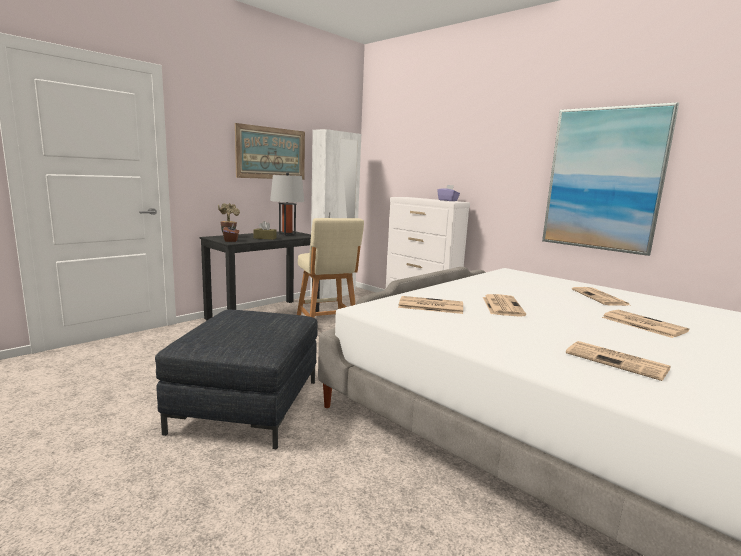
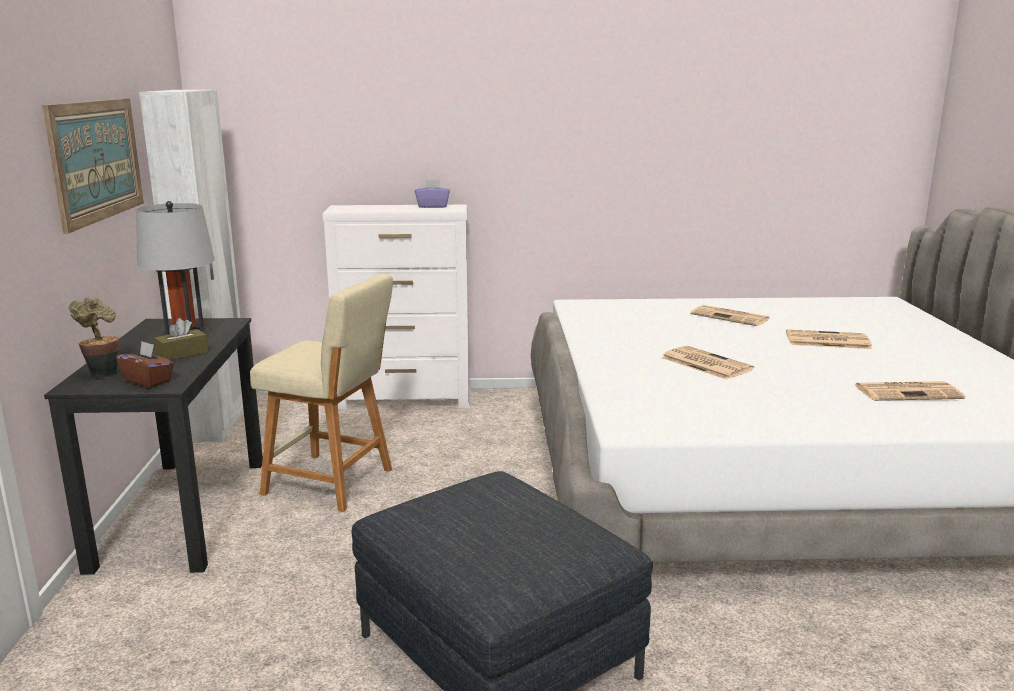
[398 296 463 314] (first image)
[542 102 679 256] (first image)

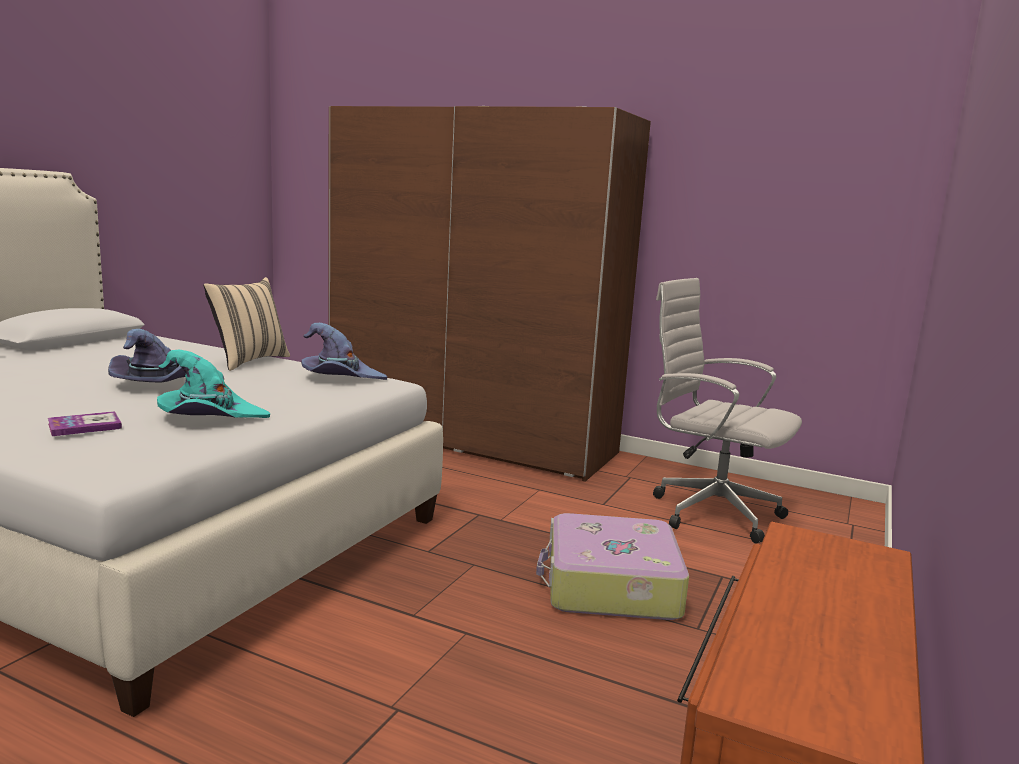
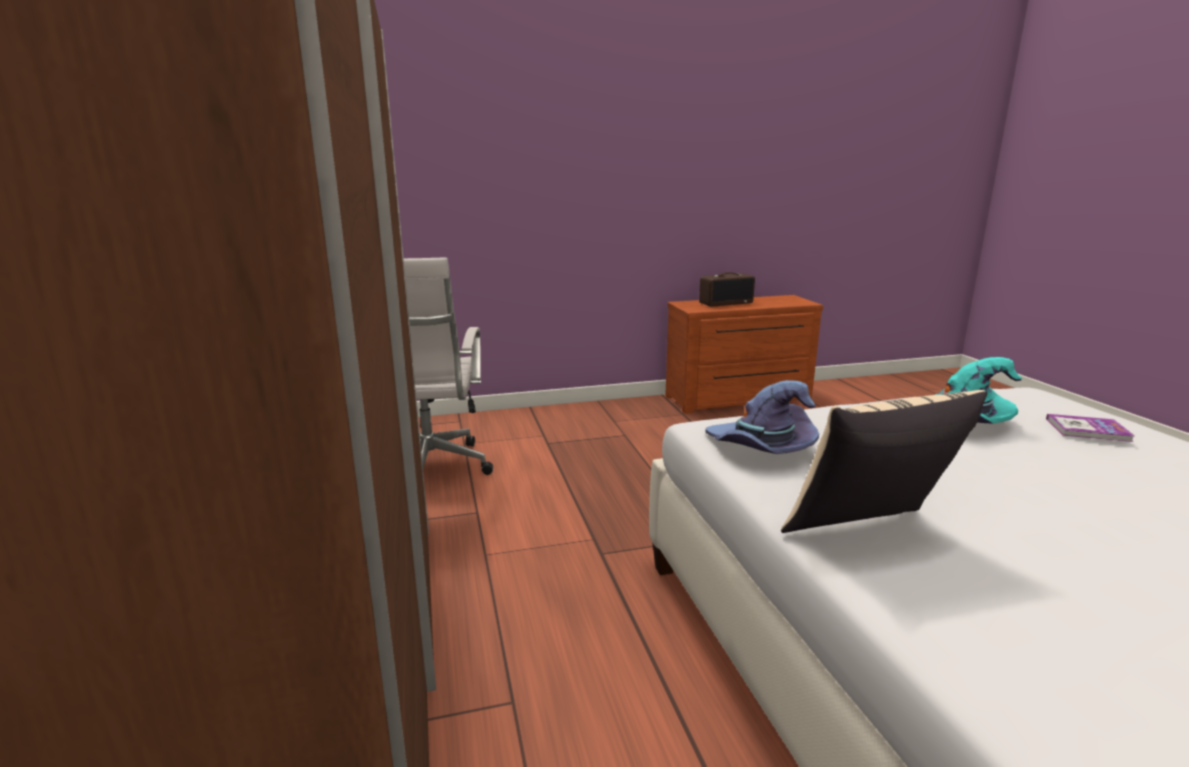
[699 272 755 307]
[108 329 186 383] (first image)
[536 513 689 620] (first image)

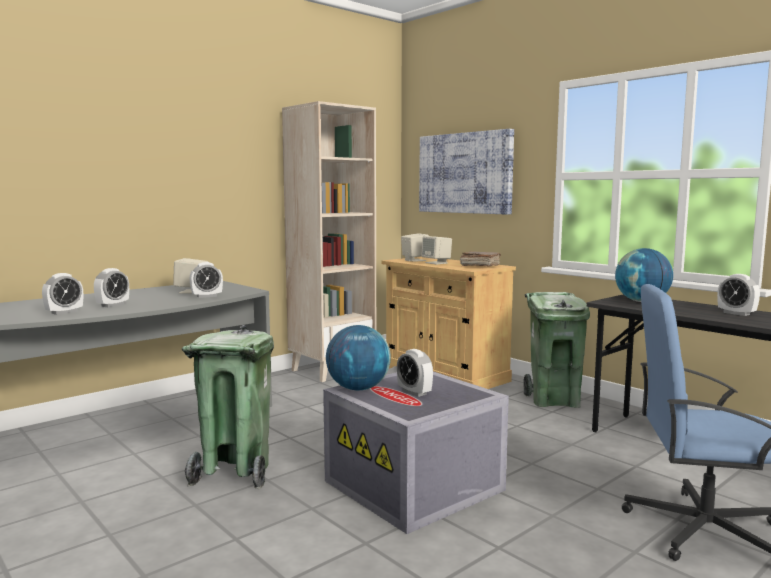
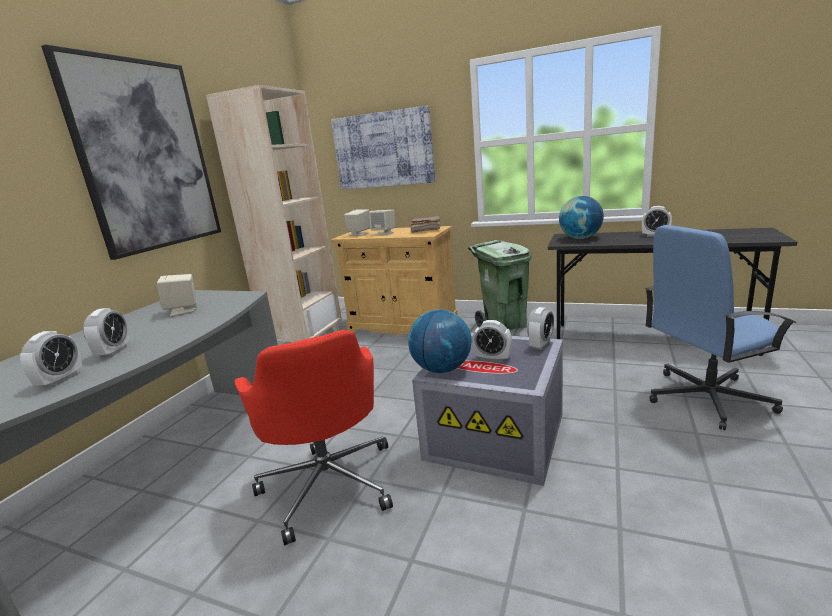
[41 44 221 260]
[235 330 393 546]
[527 307 554 350]

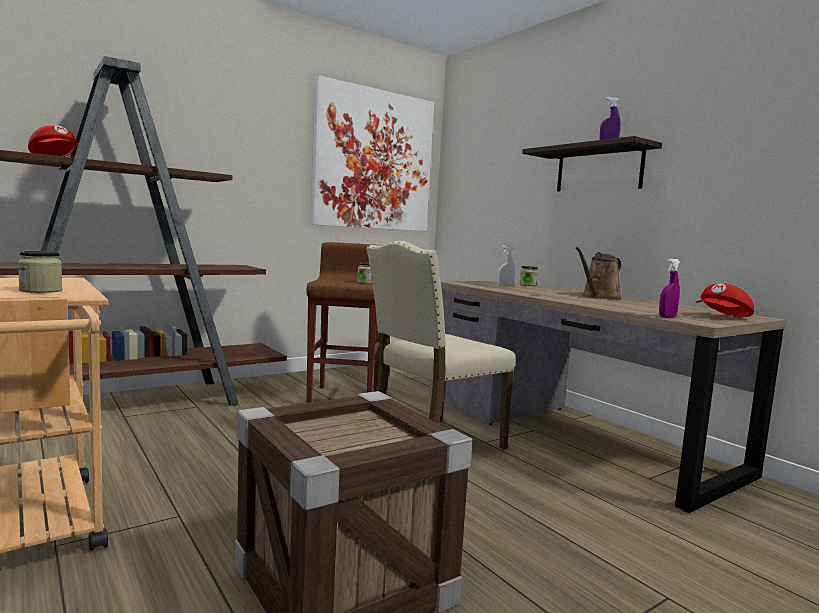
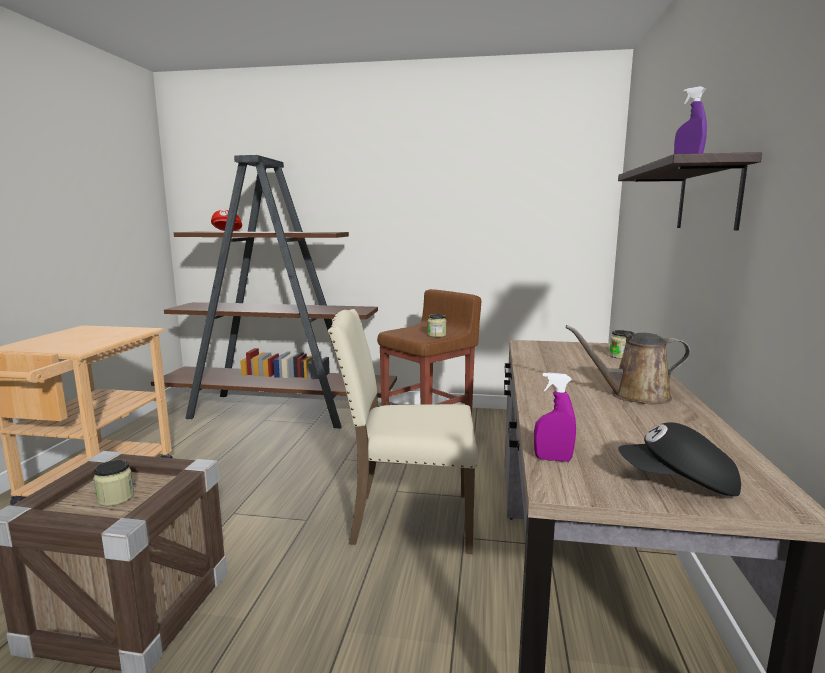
[93 460 134 506]
[618 422 741 496]
[310 75 434 231] (first image)
[498 246 515 286] (first image)

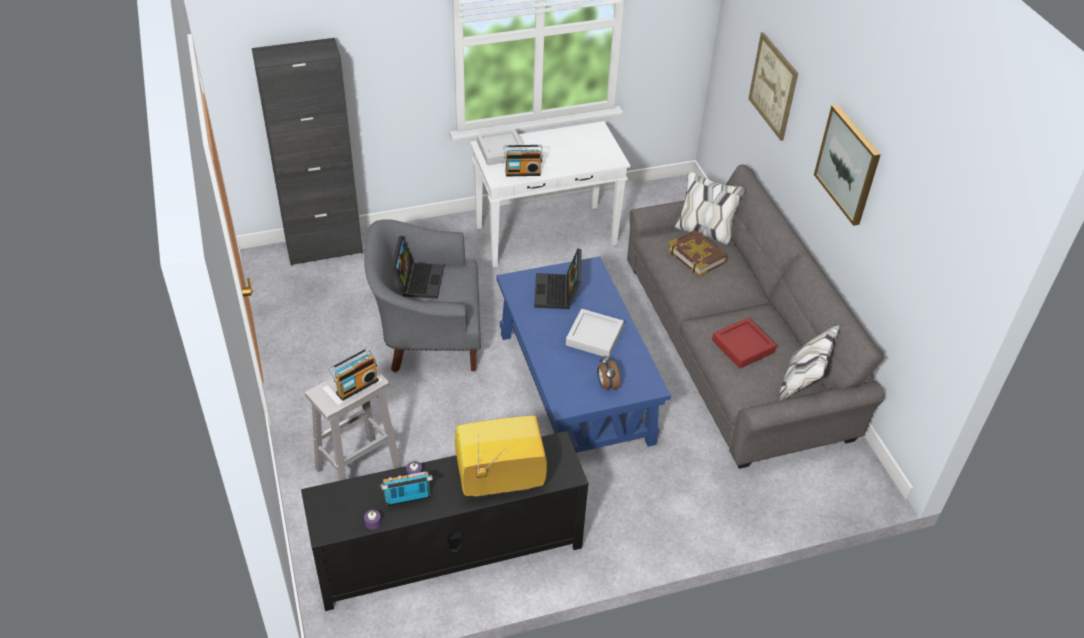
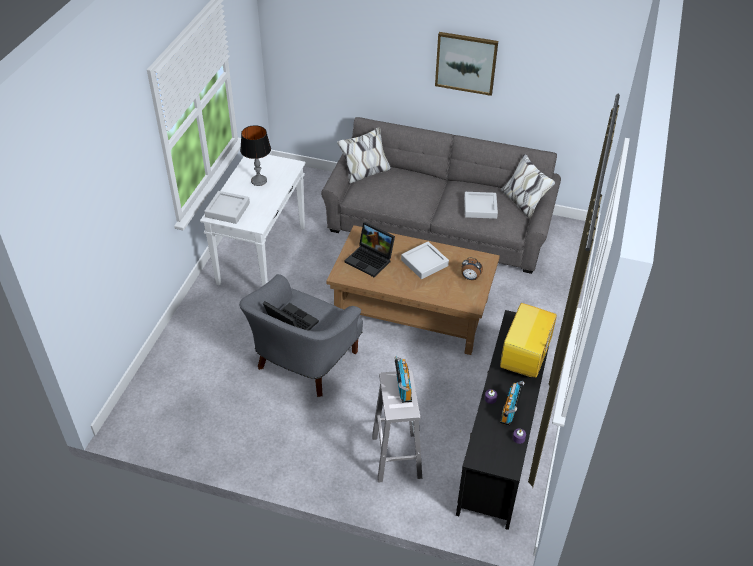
[240 125 271 186]
[326 225 500 355]
[464 192 498 219]
[252 38 363 266] (first image)
[504 145 543 176] (first image)
[668 230 728 277] (first image)
[748 32 798 141] (first image)

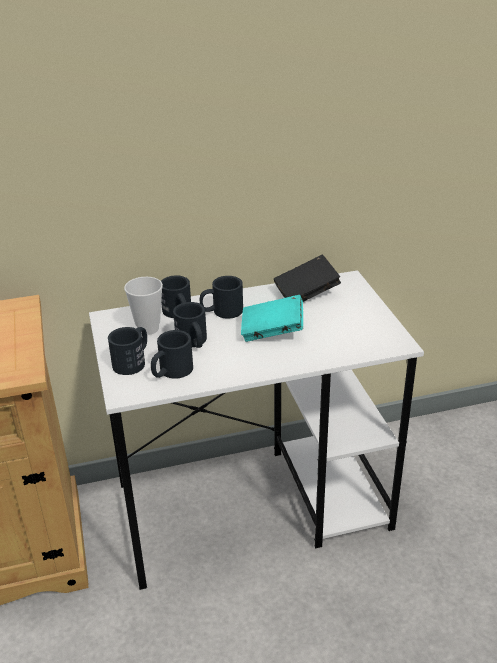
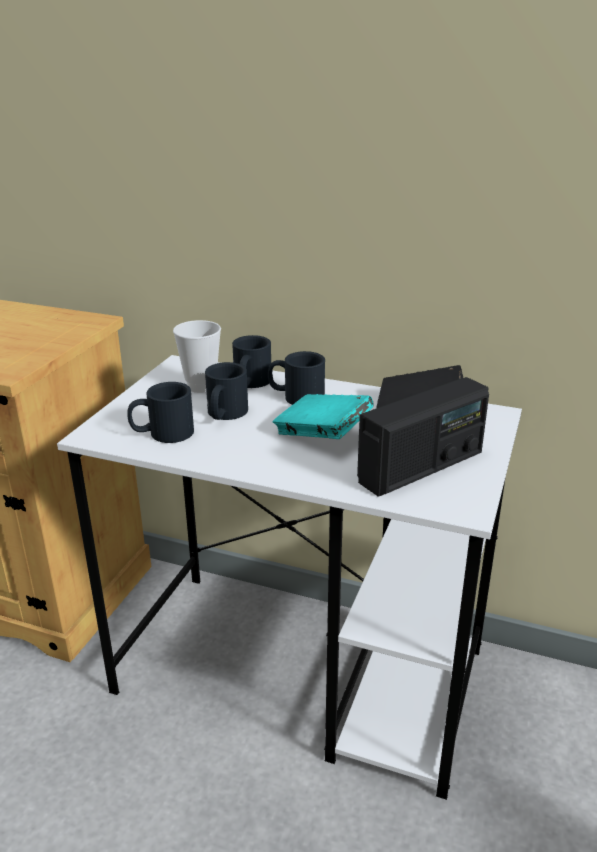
[357 377 489 497]
[108 327 147 375] (first image)

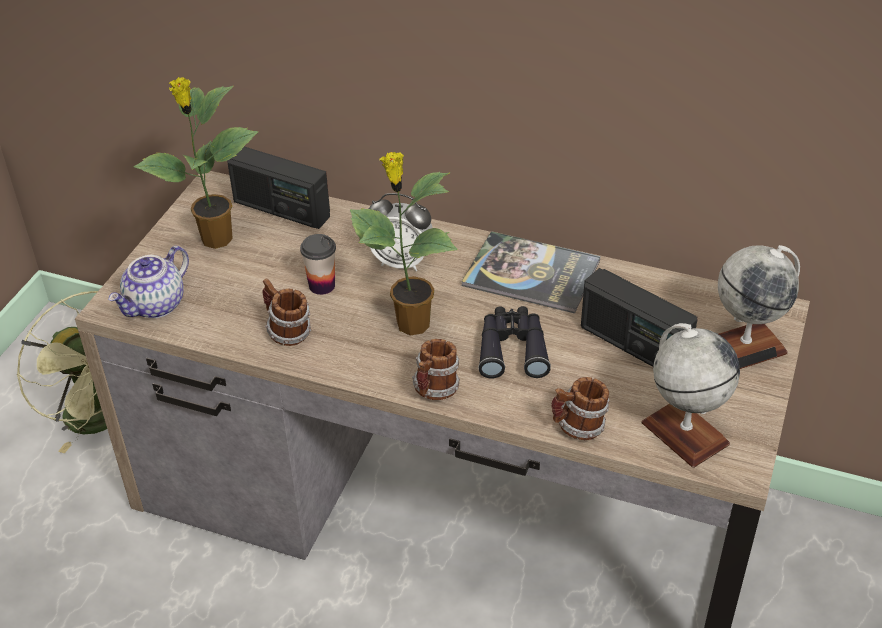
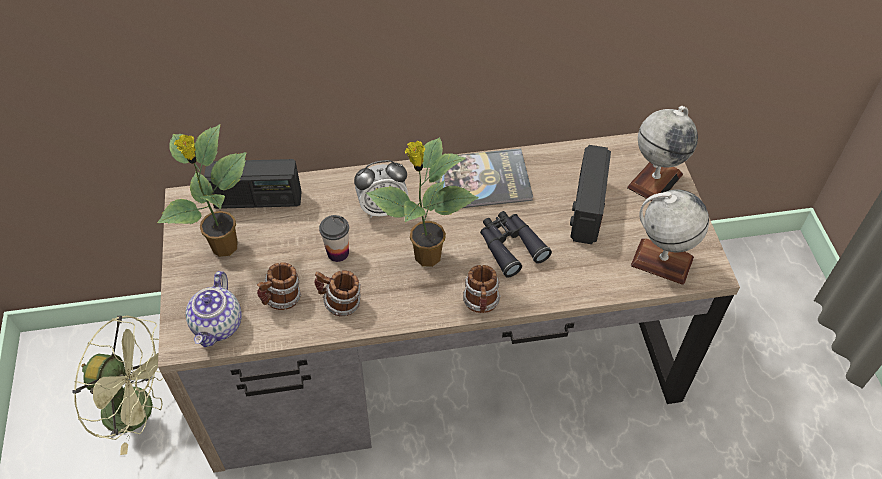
[257 262 301 310]
[570 145 611 244]

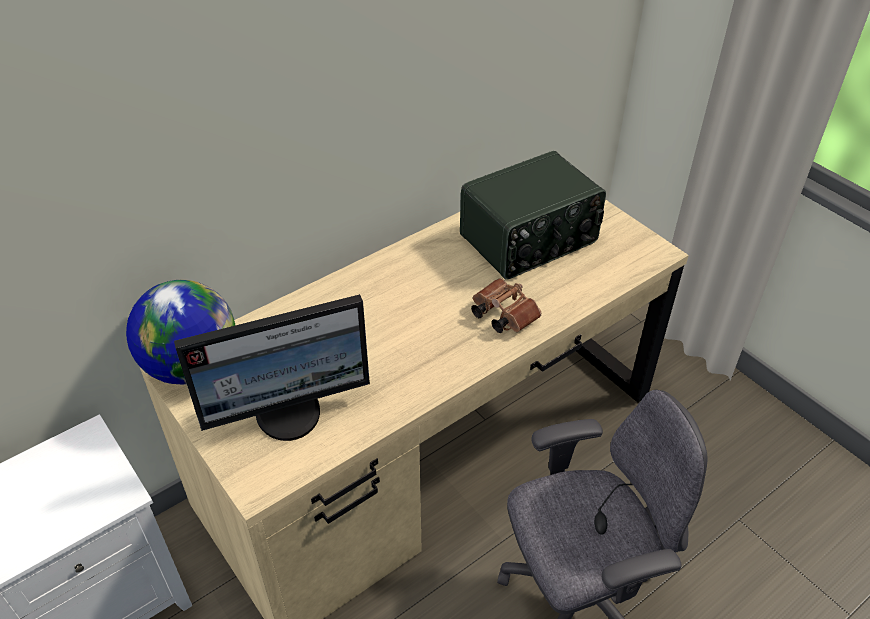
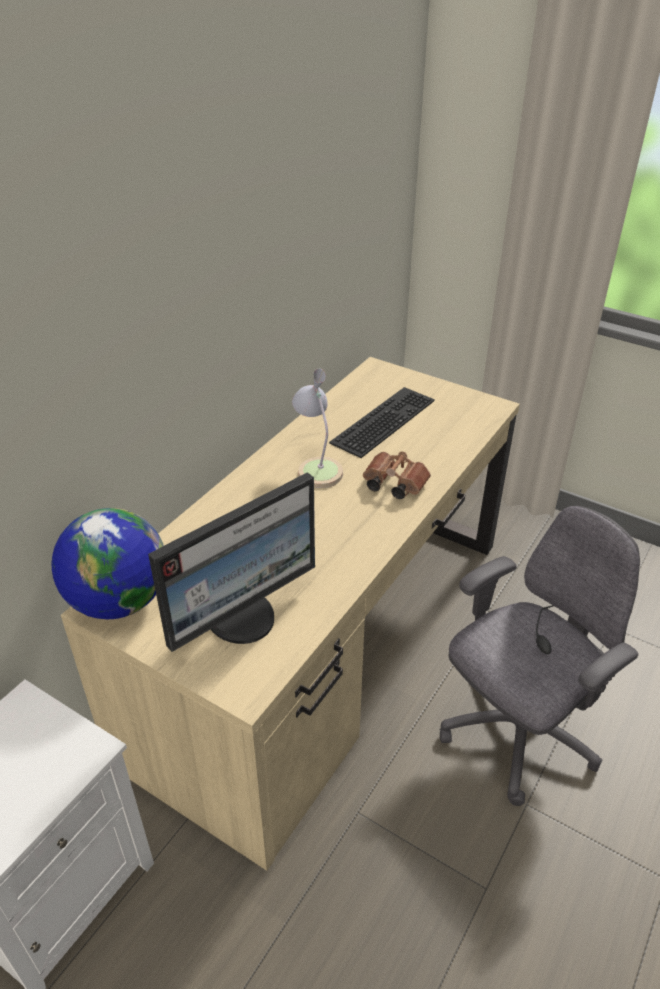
[292 369 343 488]
[329 387 435 458]

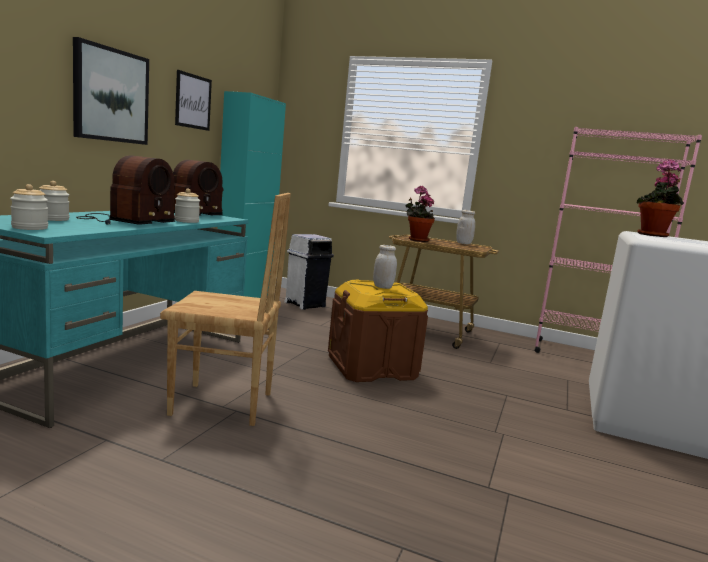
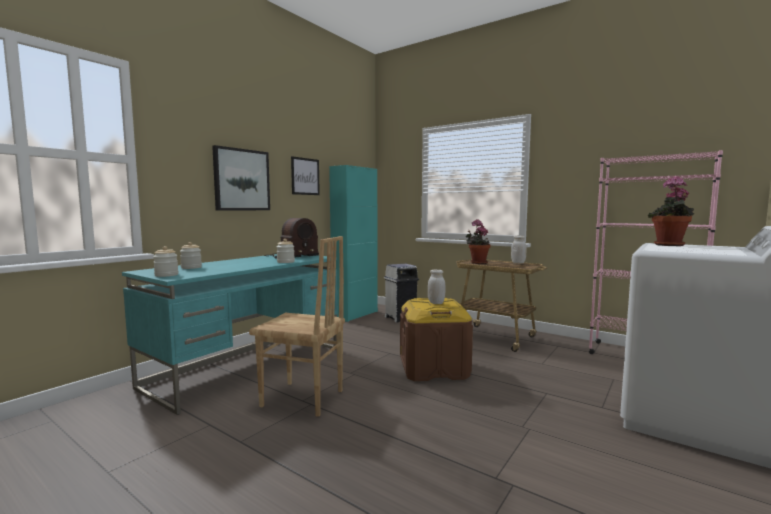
[76 155 175 225] (first image)

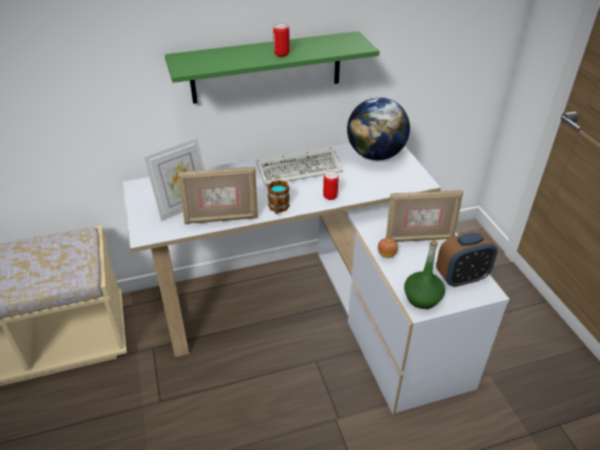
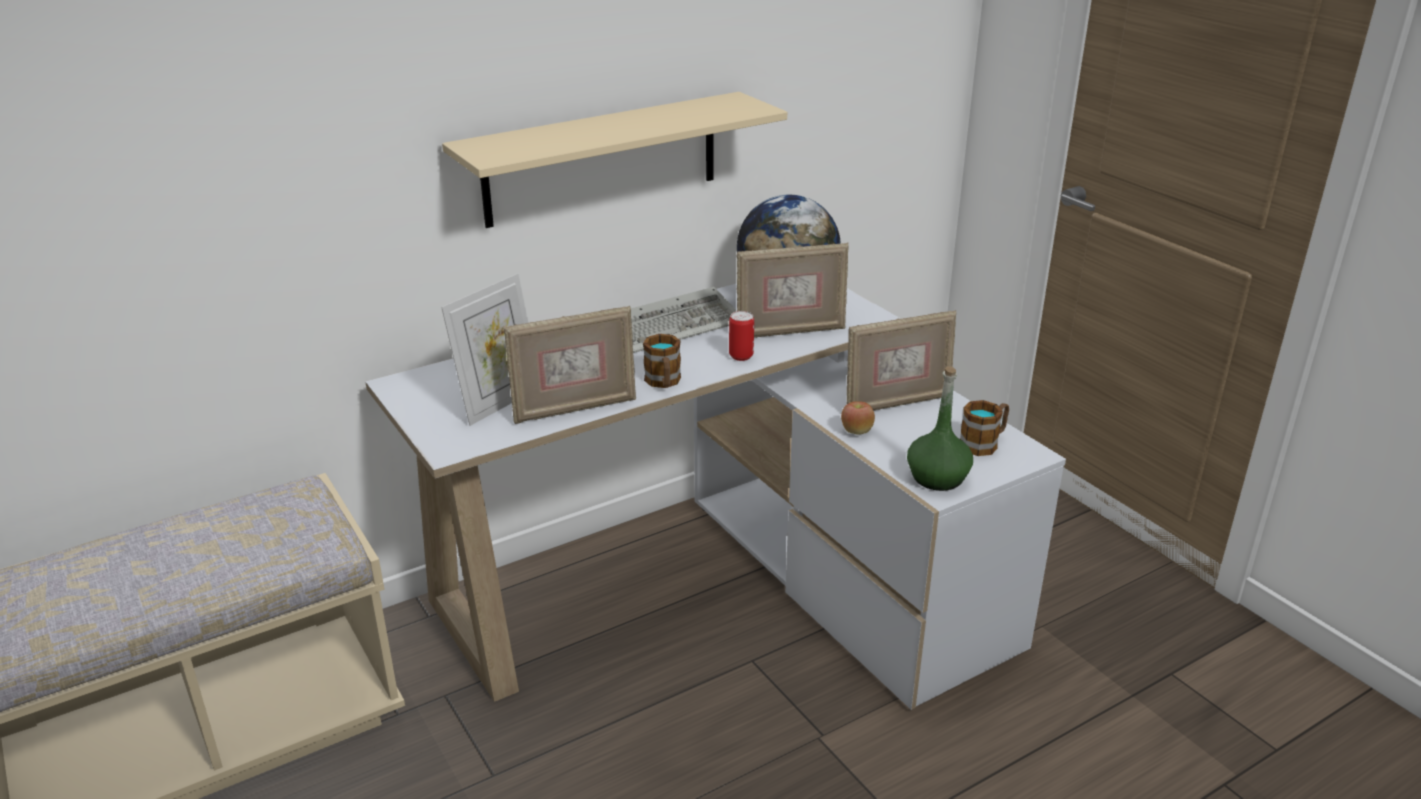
[442 92 787 228]
[736 243 849 338]
[960 400 1009 456]
[273 23 290 57] (first image)

